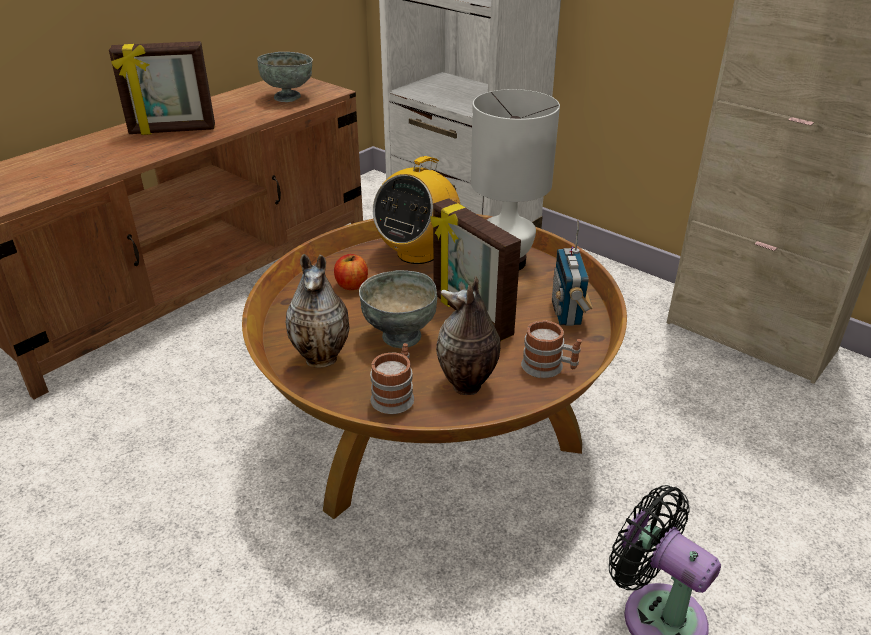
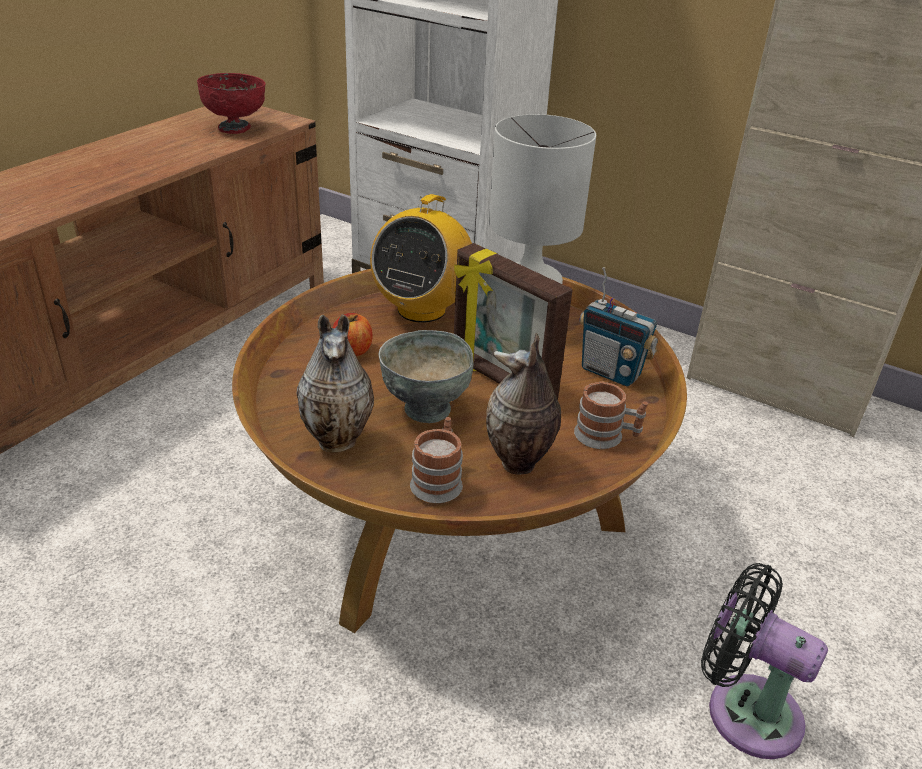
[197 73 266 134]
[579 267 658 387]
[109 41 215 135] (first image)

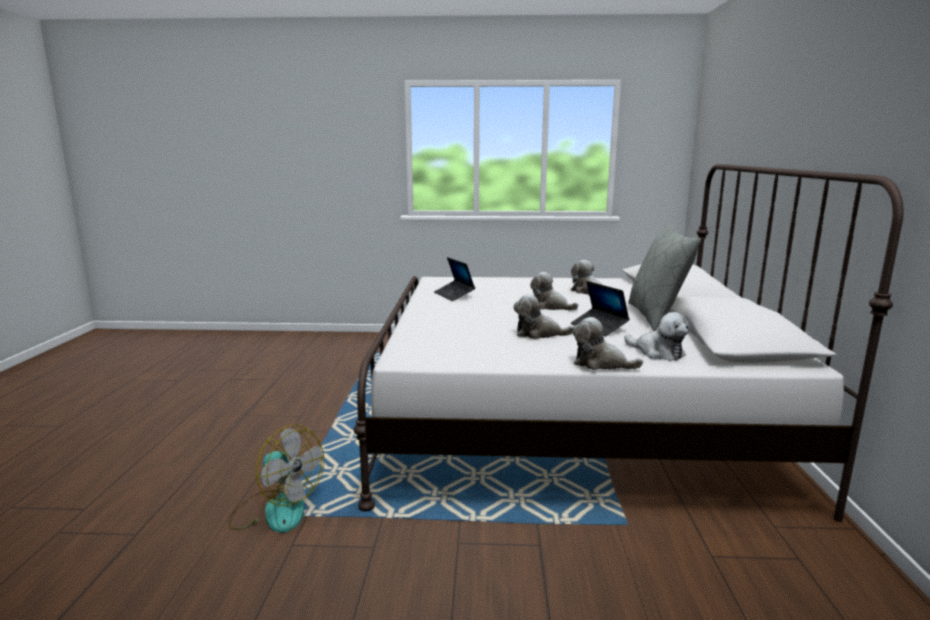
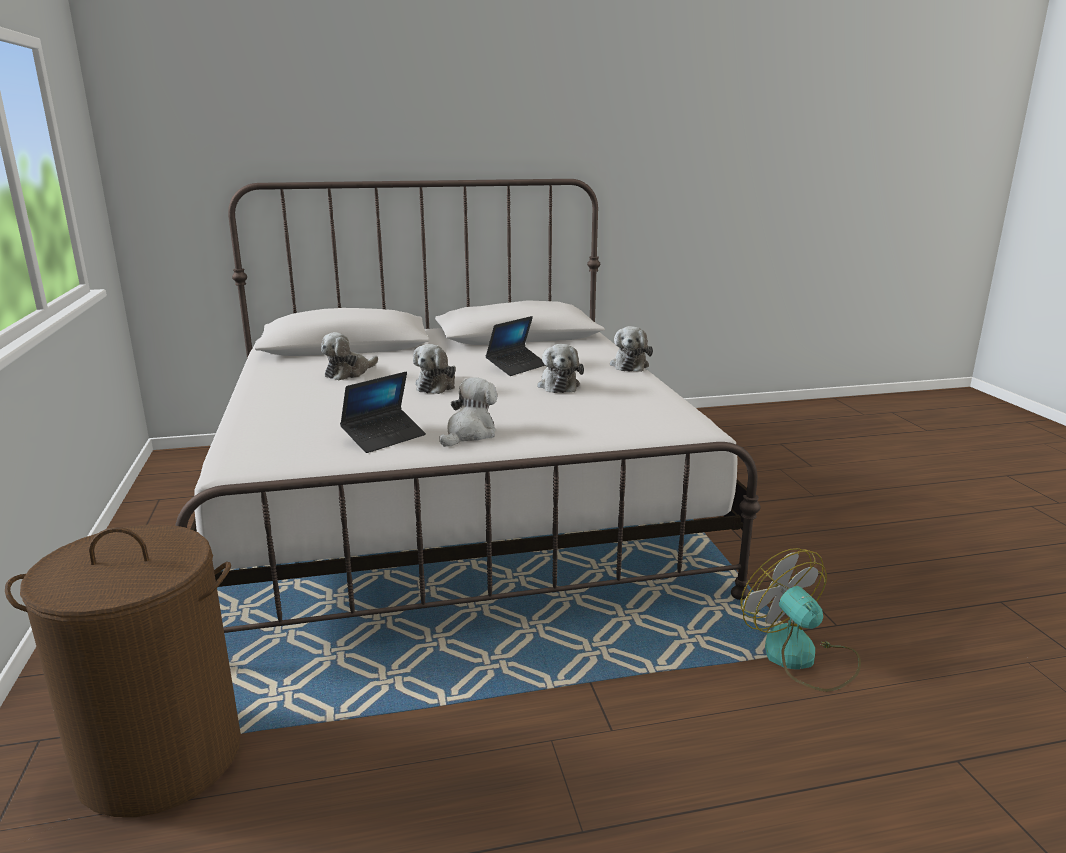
[5 525 241 817]
[439 377 497 447]
[741 548 861 692]
[628 224 701 331] (first image)

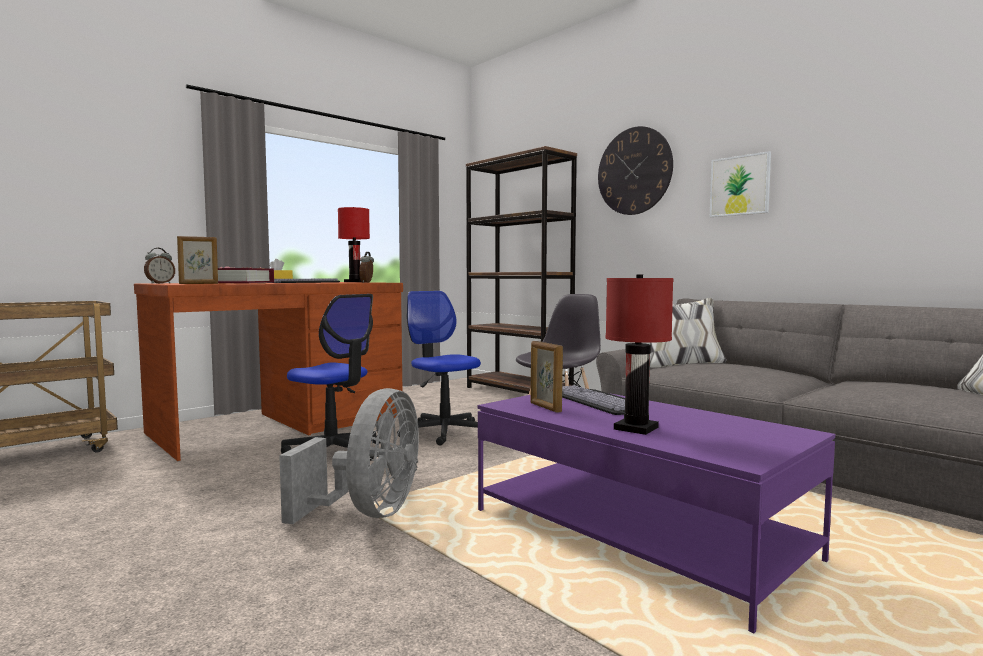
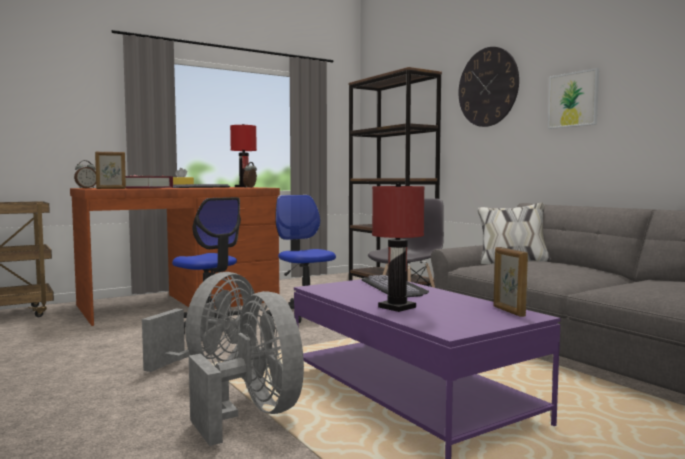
[189 291 304 446]
[493 247 528 317]

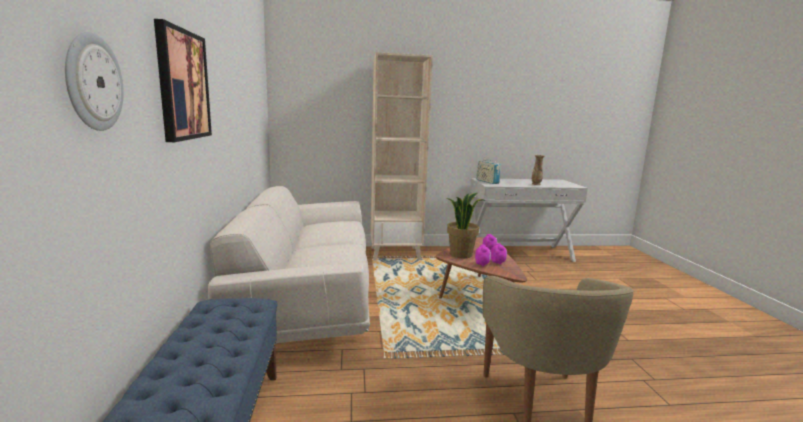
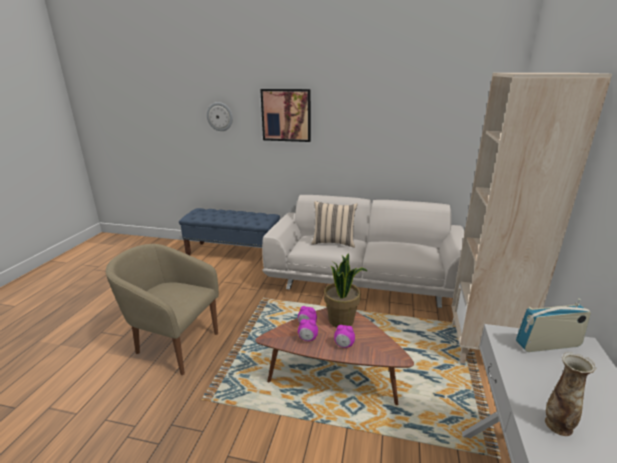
[311 201 357 248]

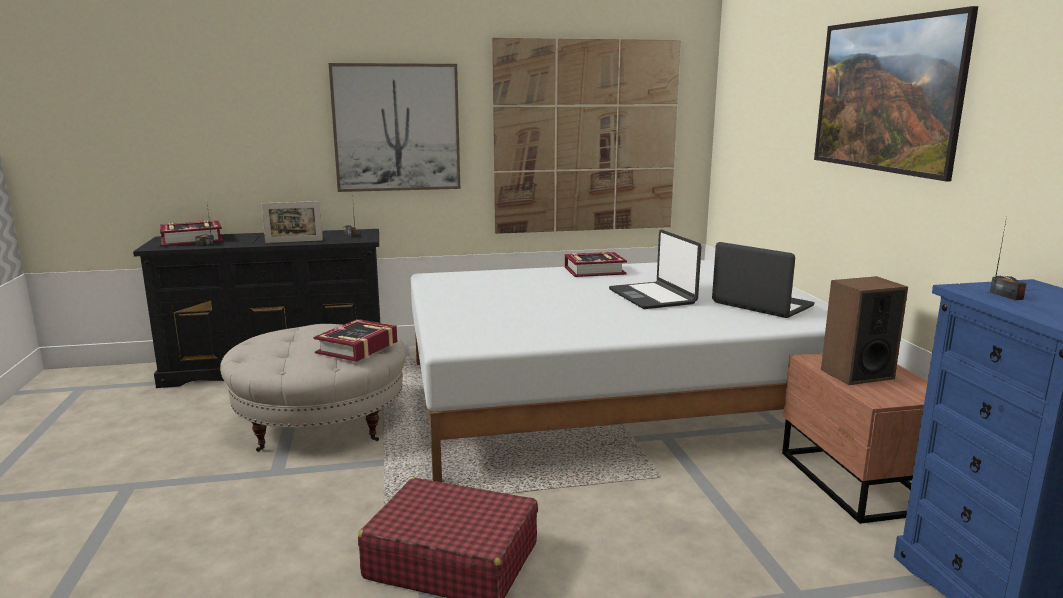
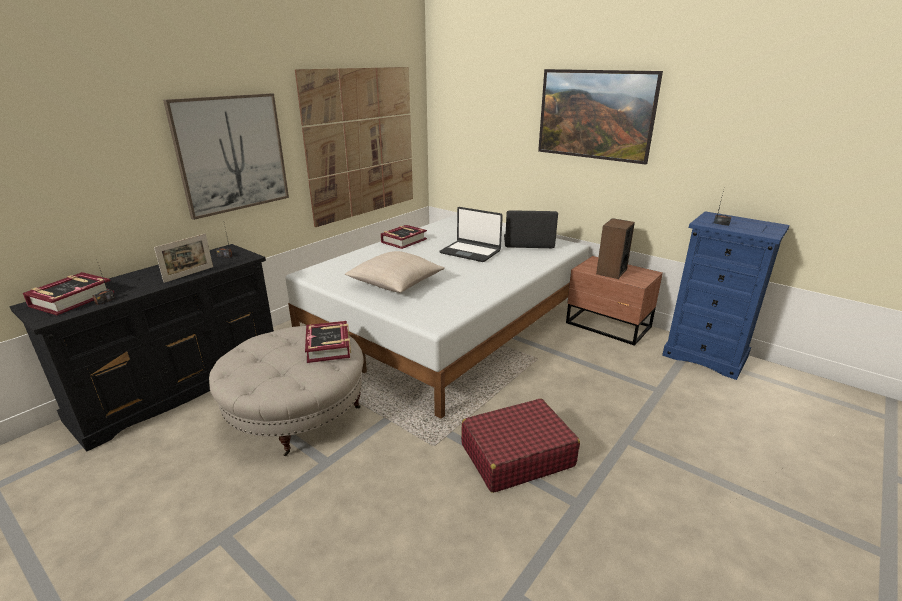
[345 251 445 293]

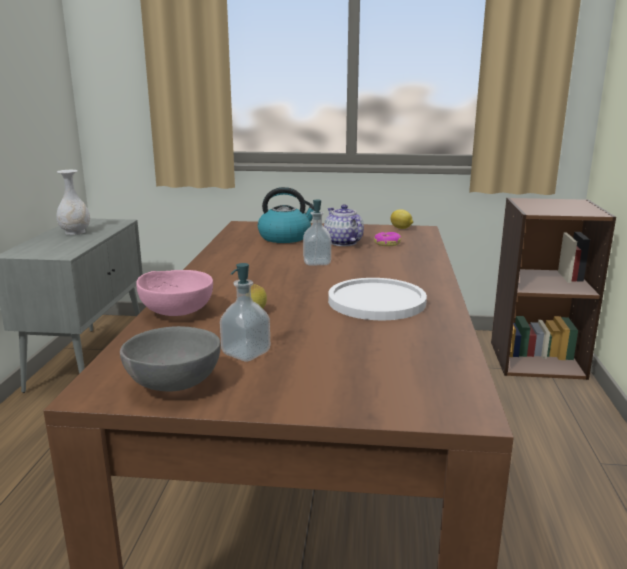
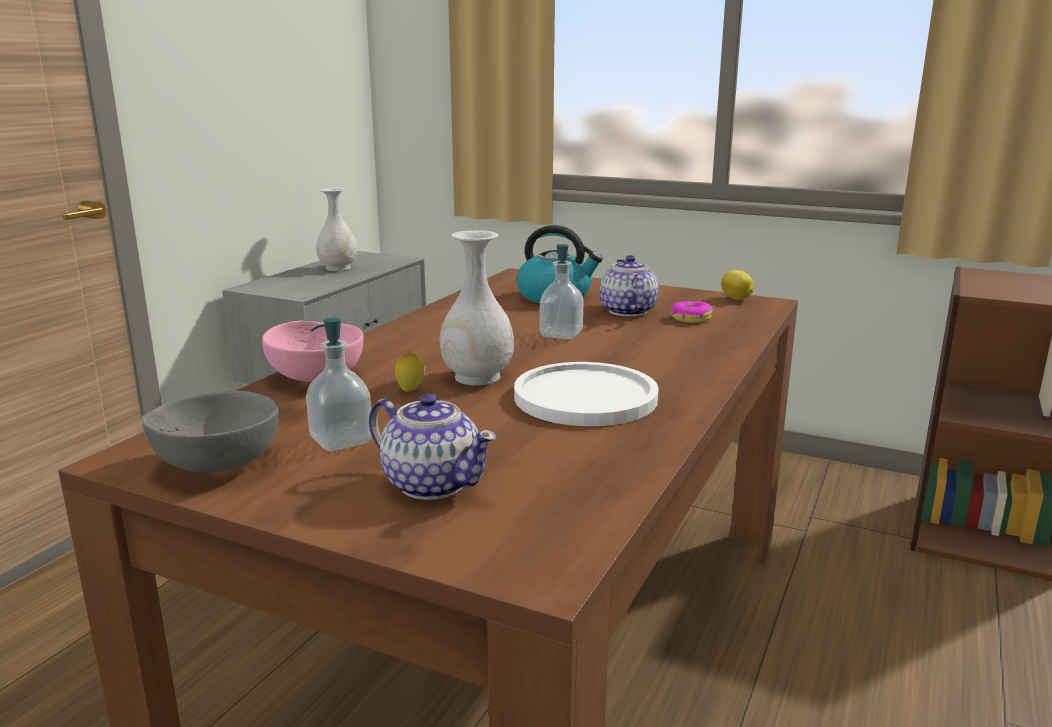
[369 393 497 500]
[439 230 514 386]

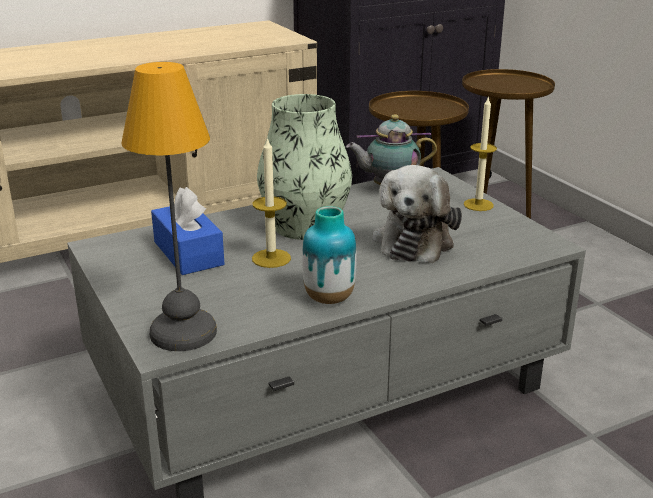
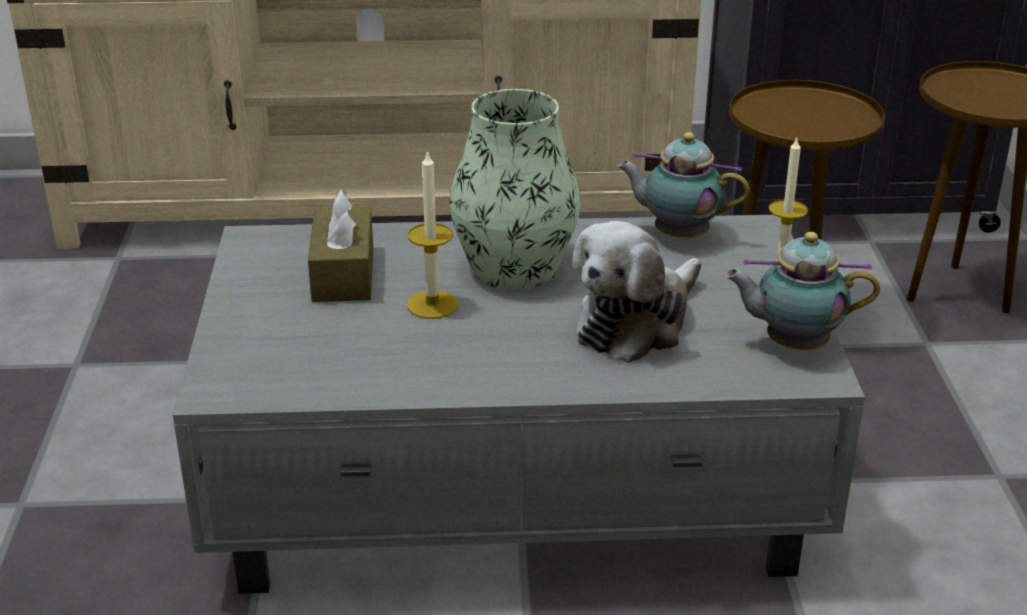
[308 189 373 302]
[724 232 880 350]
[121 62 217 351] (first image)
[302 206 357 304] (first image)

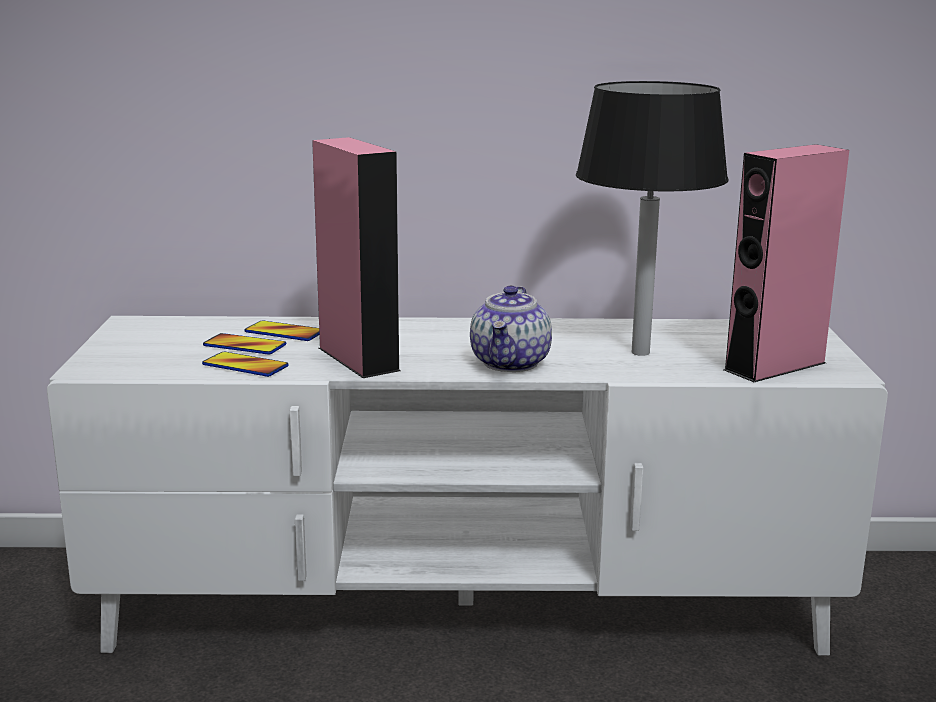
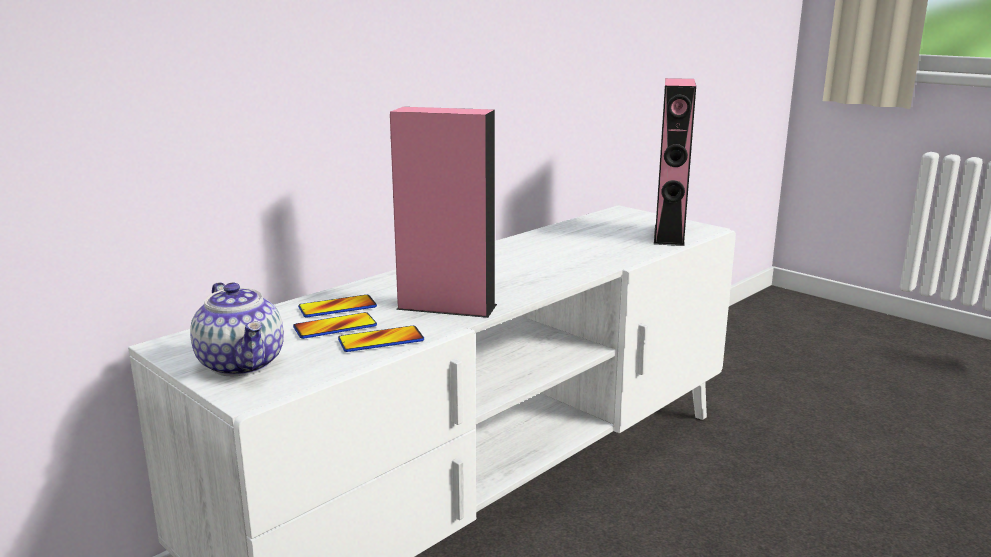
[190 282 284 376]
[576 81 729 356] (first image)

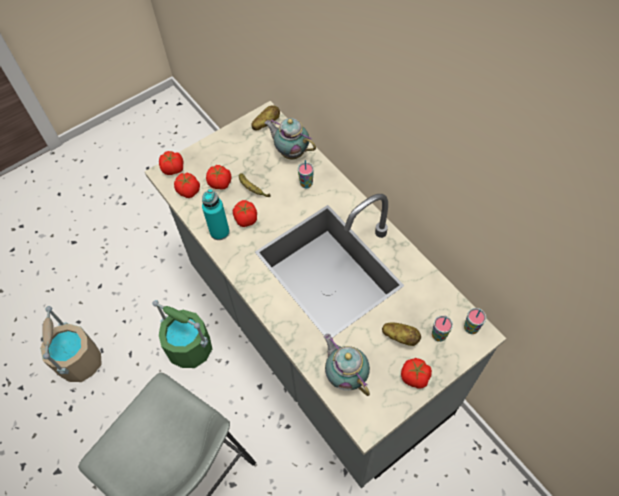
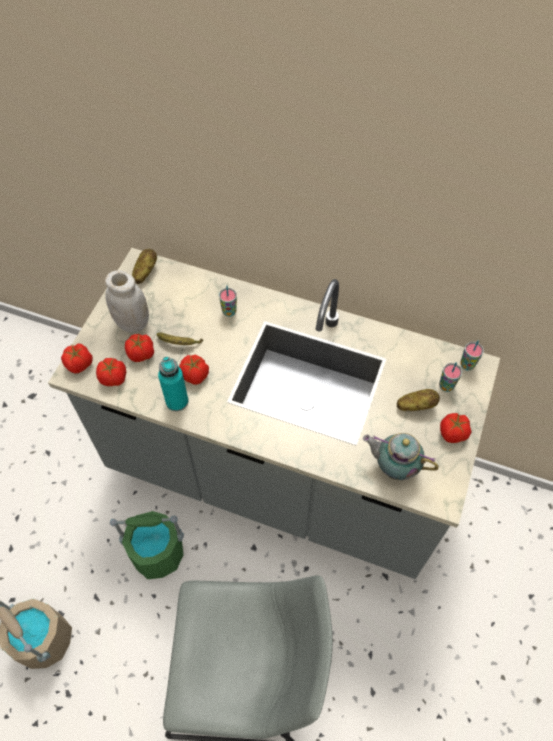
[105 270 149 333]
[265 118 316 159] (first image)

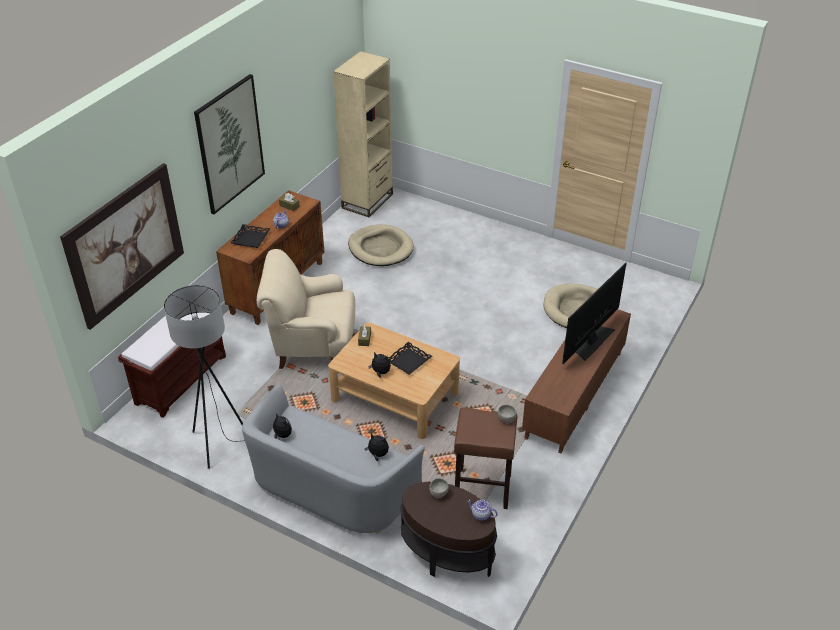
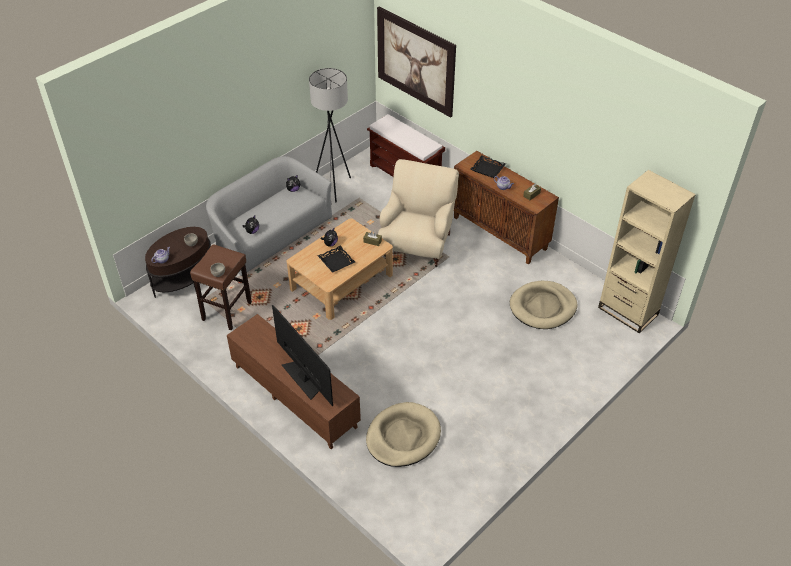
[194 74 265 214] (first image)

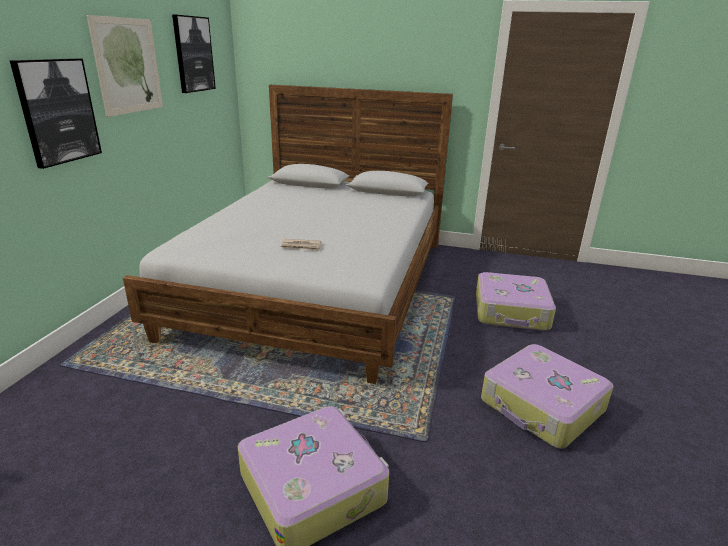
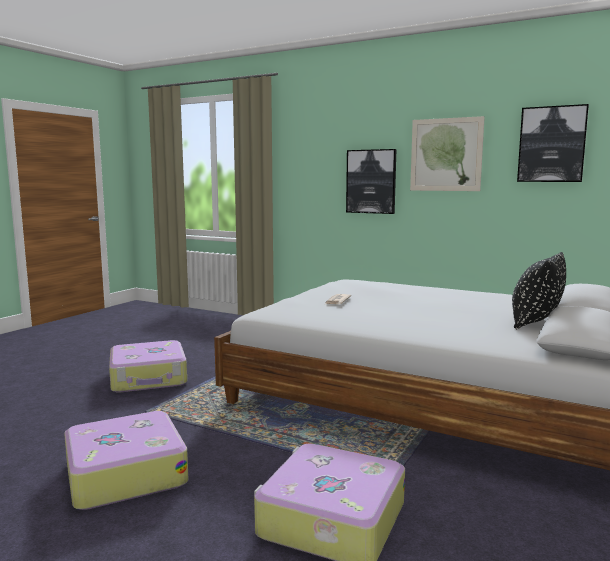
[512 252 566 329]

